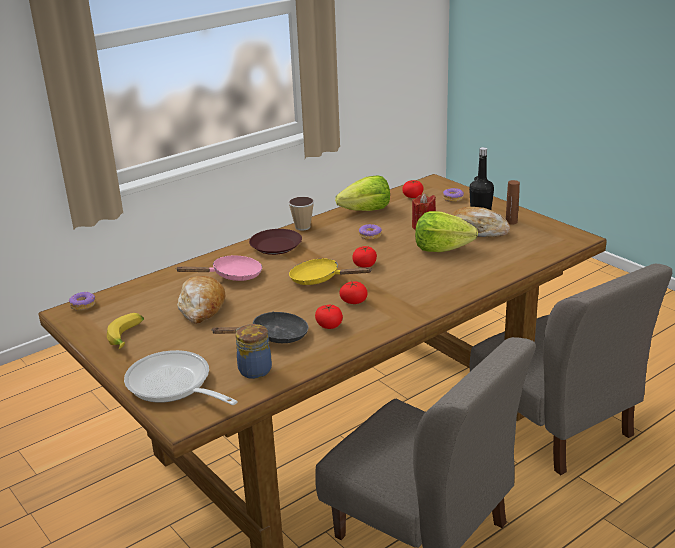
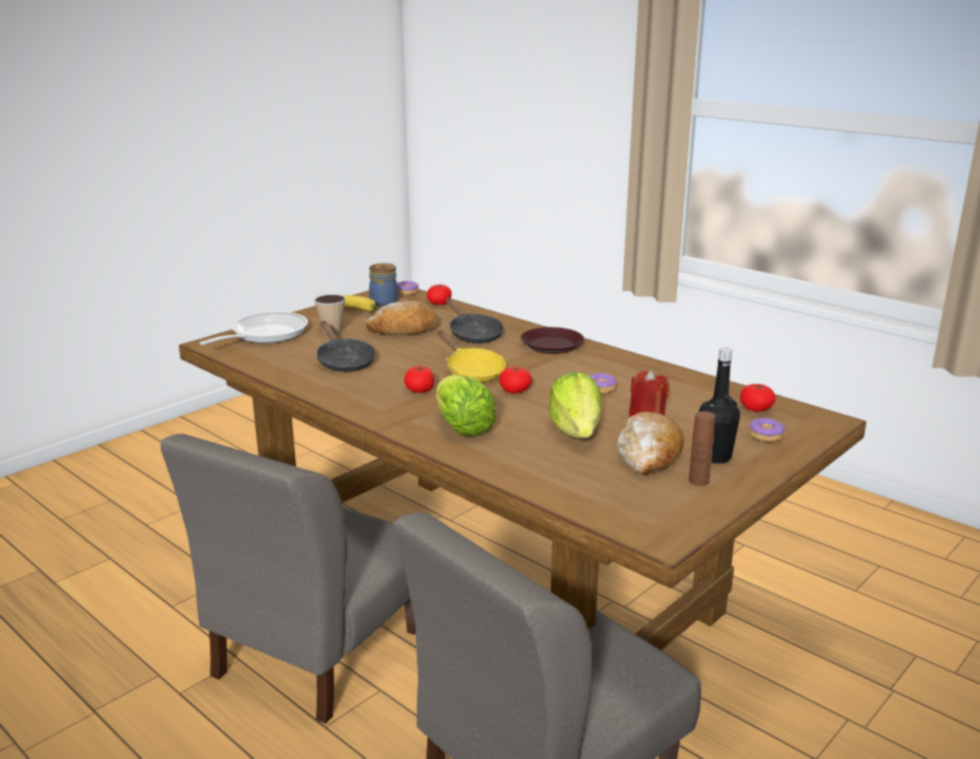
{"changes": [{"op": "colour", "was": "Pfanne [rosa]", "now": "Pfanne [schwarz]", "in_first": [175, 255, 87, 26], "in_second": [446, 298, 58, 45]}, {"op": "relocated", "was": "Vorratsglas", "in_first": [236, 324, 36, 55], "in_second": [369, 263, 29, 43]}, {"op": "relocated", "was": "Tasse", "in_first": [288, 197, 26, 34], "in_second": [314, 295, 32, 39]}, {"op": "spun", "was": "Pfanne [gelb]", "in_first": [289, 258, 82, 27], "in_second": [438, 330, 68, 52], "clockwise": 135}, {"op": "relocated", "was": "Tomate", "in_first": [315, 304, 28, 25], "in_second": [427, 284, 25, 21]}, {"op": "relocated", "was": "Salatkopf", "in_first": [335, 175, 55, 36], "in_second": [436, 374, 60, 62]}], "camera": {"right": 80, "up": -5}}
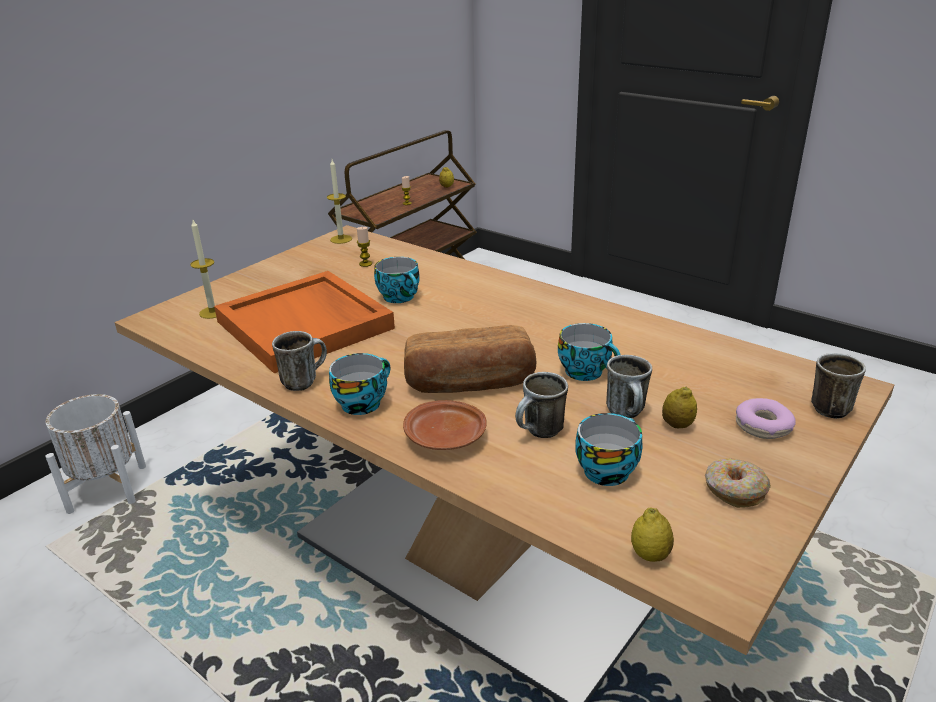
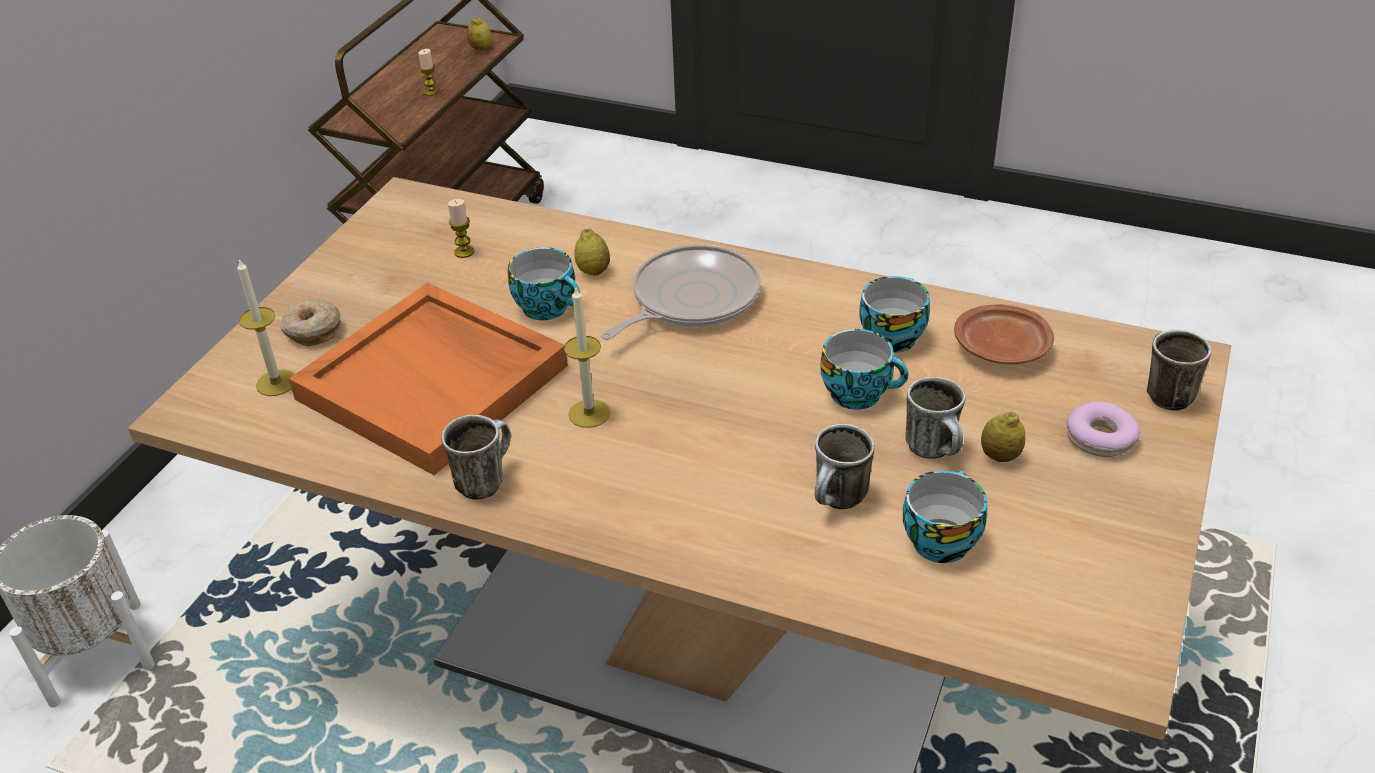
{"changes": [{"op": "relocated", "was": "Kerze", "in_first": [327, 160, 25, 84], "in_second": [564, 288, 47, 140]}, {"op": "relocated", "was": "Tasse", "in_first": [329, 353, 61, 62], "in_second": [860, 276, 70, 77]}, {"op": "relocated", "was": "Teller [braun]", "in_first": [403, 400, 84, 50], "in_second": [954, 304, 100, 60]}, {"op": "missing", "was": "Brot", "in_first": [404, 325, 132, 68]}, {"op": "relocated", "was": "Zitrone", "in_first": [631, 508, 43, 54], "in_second": [574, 229, 36, 46]}, {"op": "relocated", "was": "Donut", "in_first": [705, 458, 66, 50], "in_second": [281, 300, 60, 47]}, {"op": "appeared", "now": "Pfanne", "in_second": [601, 244, 160, 96]}], "camera": {"right": -15, "up": 10}}
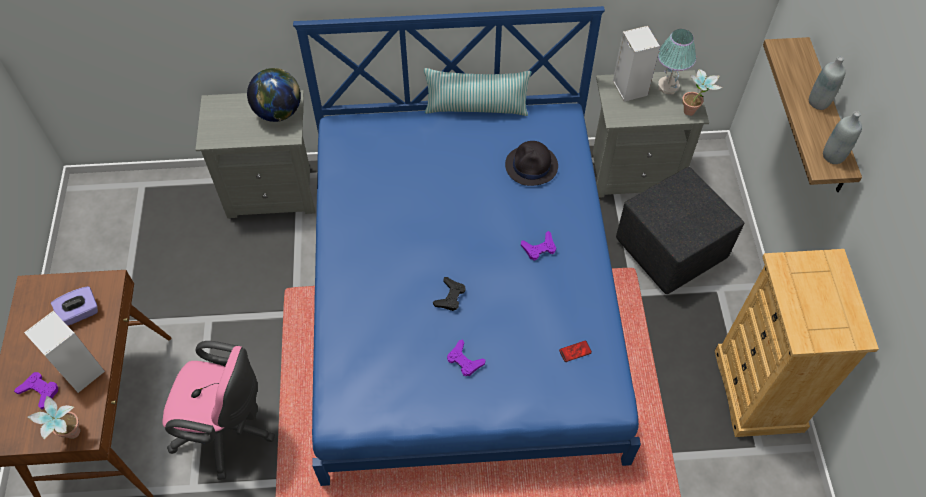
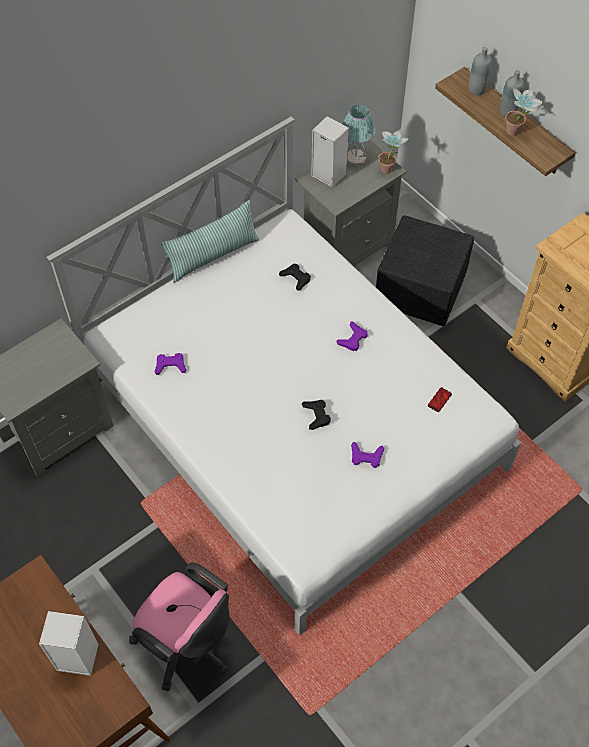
{"changes": [{"op": "relocated", "was": "Gamepad [lila]", "in_first": [14, 372, 44, 38], "in_second": [154, 353, 32, 22]}, {"op": "relocated", "was": "Topfpflanze", "in_first": [28, 395, 52, 45], "in_second": [505, 87, 39, 49]}, {"op": "missing", "was": "Taschentuchbox [lila]", "in_first": [51, 286, 47, 40]}, {"op": "spun", "was": "Bürostuhl [rosa]", "in_first": [162, 341, 113, 139], "in_second": [129, 562, 101, 129], "clockwise": 60}, {"op": "missing", "was": "Globus", "in_first": [247, 68, 54, 54]}, {"op": "colour", "was": "Bett [blau]", "now": "Bett [weiß]", "in_first": [293, 6, 348, 480], "in_second": [47, 116, 474, 520]}, {"op": "exchanged", "was": "Hut [schwarz]", "now": "Gamepad [schwarz]", "in_first": [505, 141, 53, 45], "in_second": [279, 264, 32, 27]}, {"op": "relocated", "was": "Flasche [grau]", "in_first": [823, 111, 39, 53], "in_second": [468, 47, 24, 48]}], "camera": {"right": -35, "up": 0}}
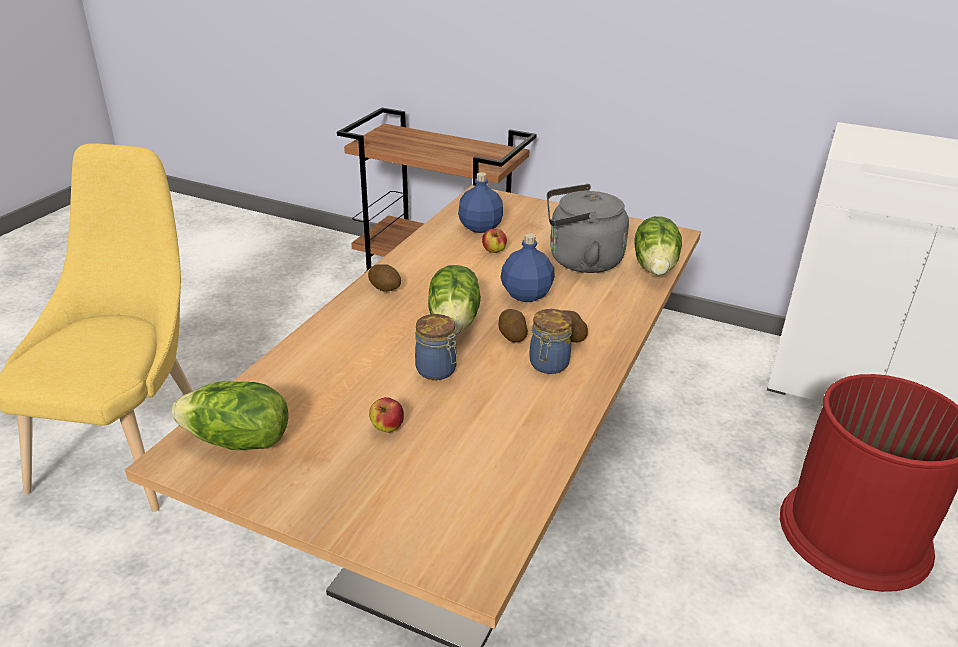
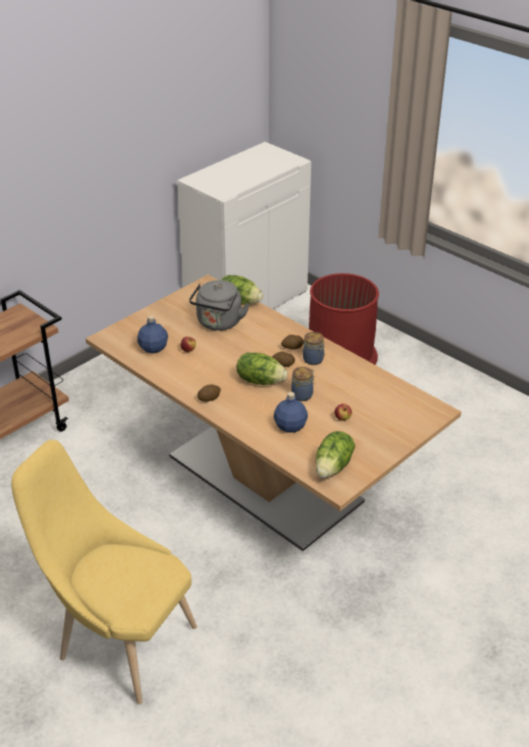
{"changes": [{"op": "relocated", "was": "Flasche [blau]", "in_first": [501, 233, 54, 69], "in_second": [274, 392, 34, 41]}], "camera": {"right": -70, "up": 5}}
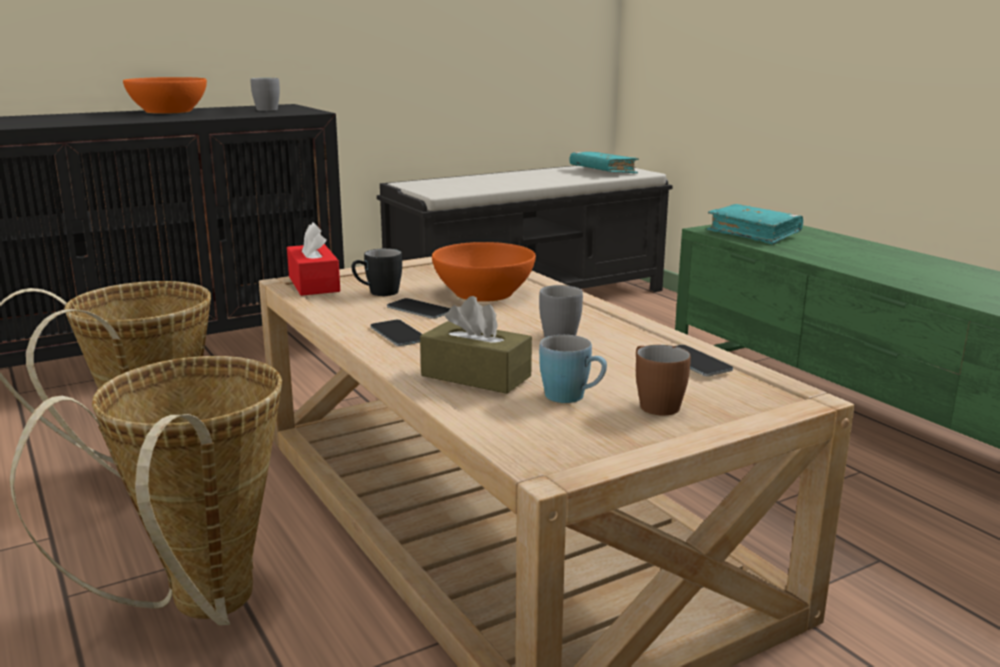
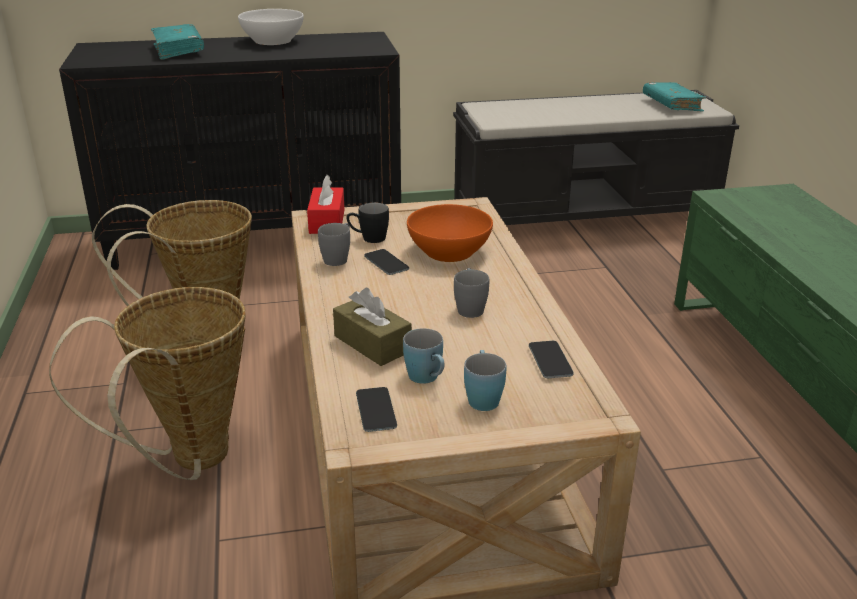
{"changes": [{"op": "colour", "was": "Schüssel [orange]", "now": "Schüssel [weiß]", "in_first": [123, 77, 84, 37], "in_second": [238, 9, 66, 36]}, {"op": "relocated", "was": "Henkelbecher [grau]", "in_first": [250, 78, 30, 33], "in_second": [318, 223, 32, 43]}, {"op": "relocated", "was": "Handy", "in_first": [370, 320, 52, 26], "in_second": [356, 387, 41, 45]}, {"op": "colour", "was": "Henkelbecher [braun]", "now": "Henkelbecher [blau]", "in_first": [636, 345, 55, 71], "in_second": [464, 350, 43, 61]}, {"op": "relocated", "was": "Buch [türkis]", "in_first": [707, 204, 96, 41], "in_second": [151, 24, 53, 36]}], "camera": {"right": 20, "up": 10}}
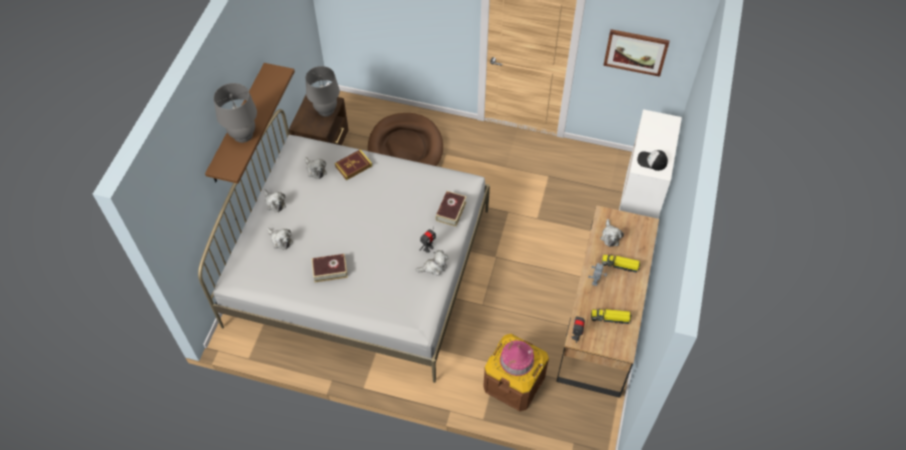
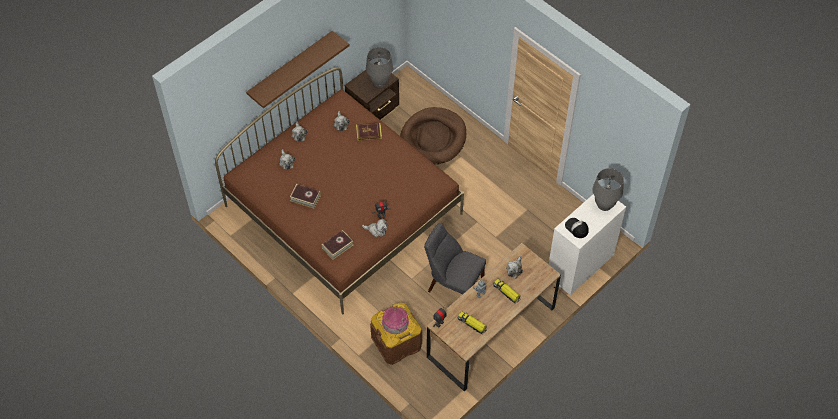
{"changes": [{"op": "colour", "was": "Bett [weiß]", "now": "Bett [braun]", "in_first": [198, 109, 292, 274], "in_second": [215, 68, 249, 247]}, {"op": "relocated", "was": "Tischlampe [grau]", "in_first": [214, 83, 43, 60], "in_second": [592, 168, 32, 43]}, {"op": "relocated", "was": "Buch", "in_first": [436, 191, 31, 36], "in_second": [322, 230, 32, 30]}, {"op": "missing", "was": "Bild", "in_first": [603, 29, 67, 48]}, {"op": "appeared", "now": "Stuhl [grau]", "in_second": [424, 223, 62, 71]}], "camera": {"right": 30, "up": 0}}
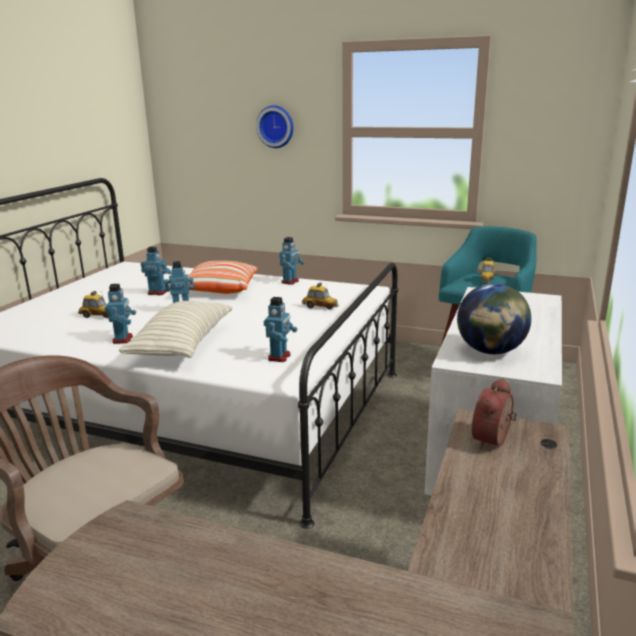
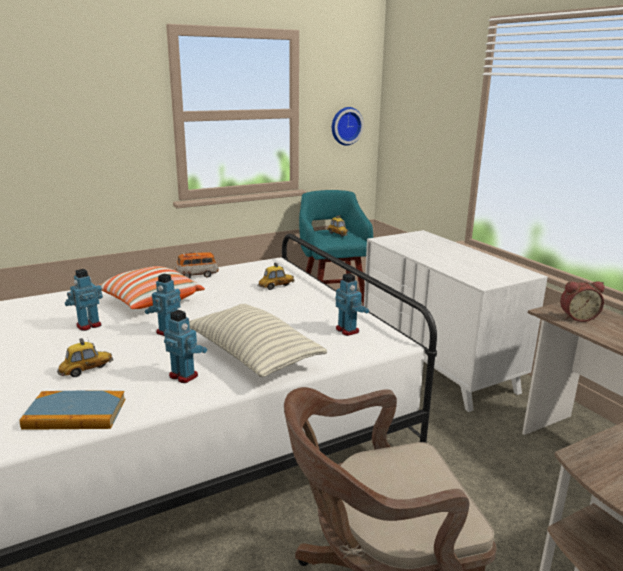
{"changes": [{"op": "relocated", "was": "Wanduhr", "in_first": [256, 105, 38, 43], "in_second": [332, 107, 32, 38]}, {"op": "exchanged", "was": "Spielzeugroboter", "now": "Spielzeugauto", "in_first": [279, 237, 26, 48], "in_second": [175, 252, 44, 27]}, {"op": "missing", "was": "Globus", "in_first": [457, 283, 74, 71]}, {"op": "spun", "was": "Wecker", "in_first": [472, 378, 45, 71], "in_second": [560, 281, 44, 41], "clockwise": -75}, {"op": "appeared", "now": "Buch", "in_second": [20, 390, 105, 40]}], "camera": {"right": -50, "up": 0}}
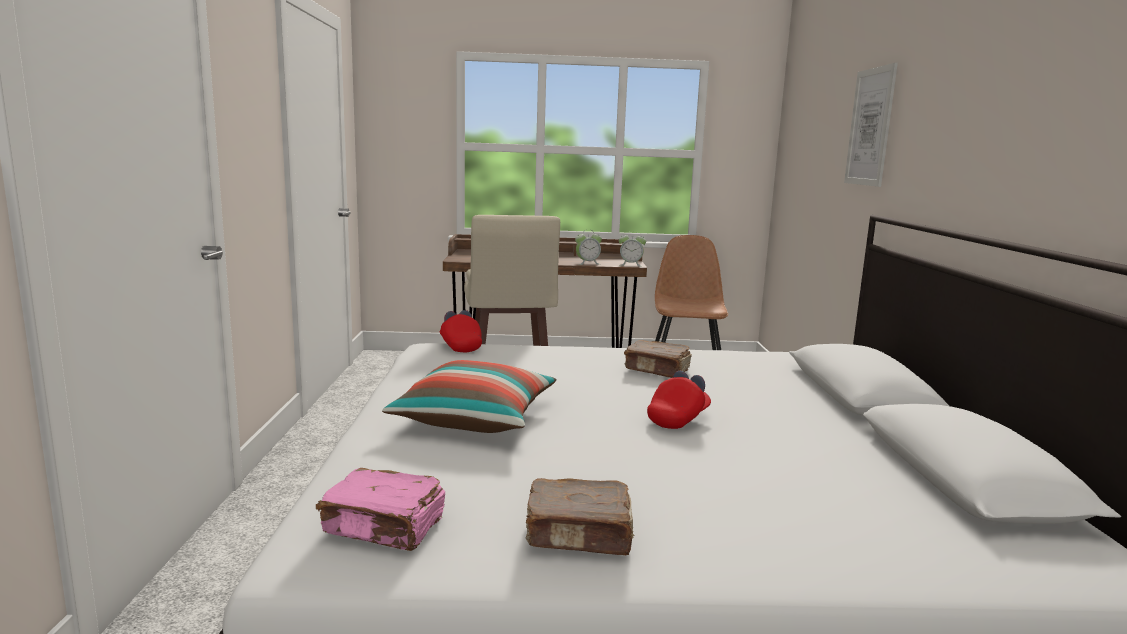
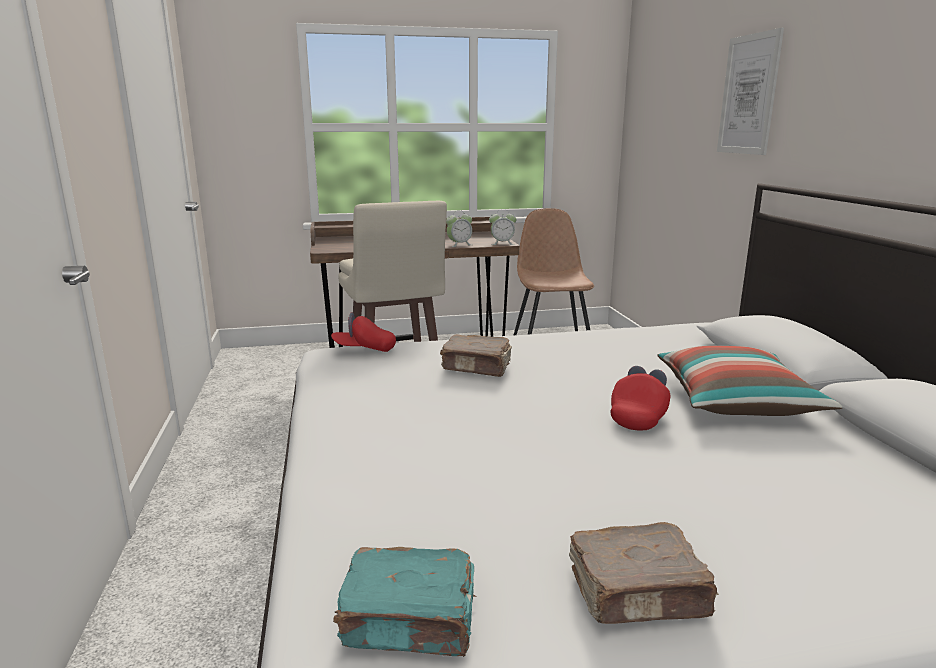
{"changes": [{"op": "colour", "was": "Buch [rosa]", "now": "Buch [türkis]", "in_first": [316, 468, 129, 83], "in_second": [333, 547, 143, 110]}, {"op": "relocated", "was": "Kissen", "in_first": [382, 360, 174, 73], "in_second": [657, 346, 186, 70]}, {"op": "spun", "was": "Kappe [rot]", "in_first": [440, 310, 42, 42], "in_second": [331, 312, 65, 40], "clockwise": -60}, {"op": "relocated", "was": "Buch [braun]", "in_first": [624, 340, 68, 38], "in_second": [440, 335, 72, 42]}], "camera": {"right": -10, "up": 5}}
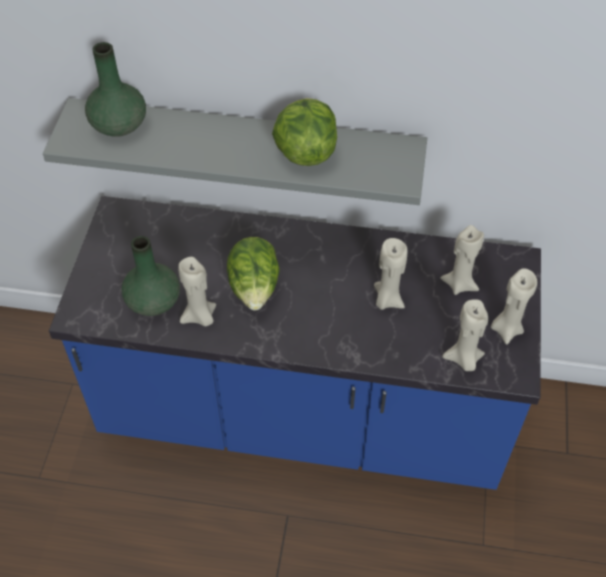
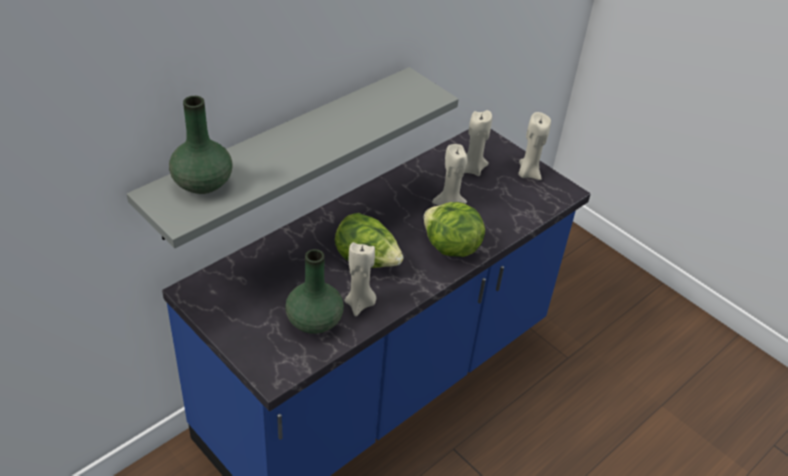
{"changes": [{"op": "relocated", "was": "Salatkopf", "in_first": [272, 98, 65, 68], "in_second": [423, 202, 62, 55]}, {"op": "missing", "was": "Kerze [beige]", "in_first": [443, 299, 45, 72]}], "camera": {"right": -55, "up": -10}}
